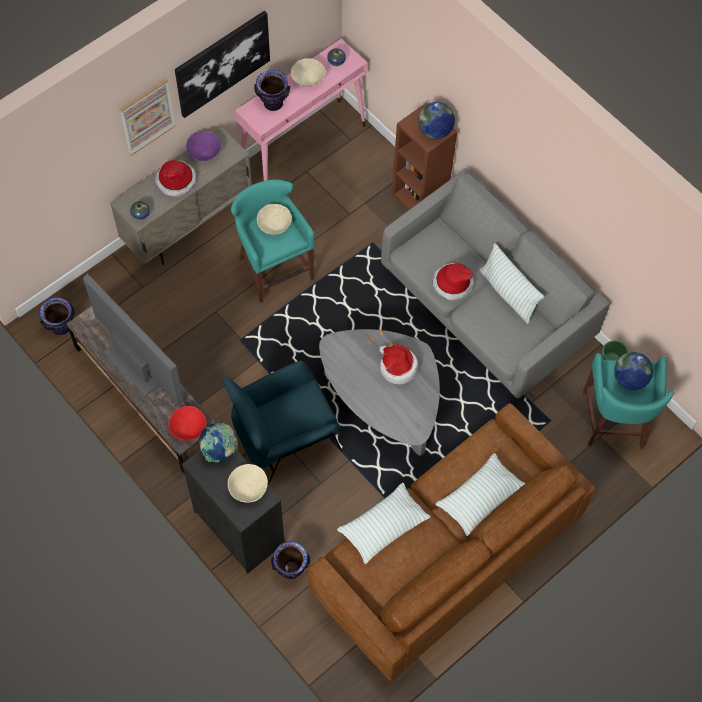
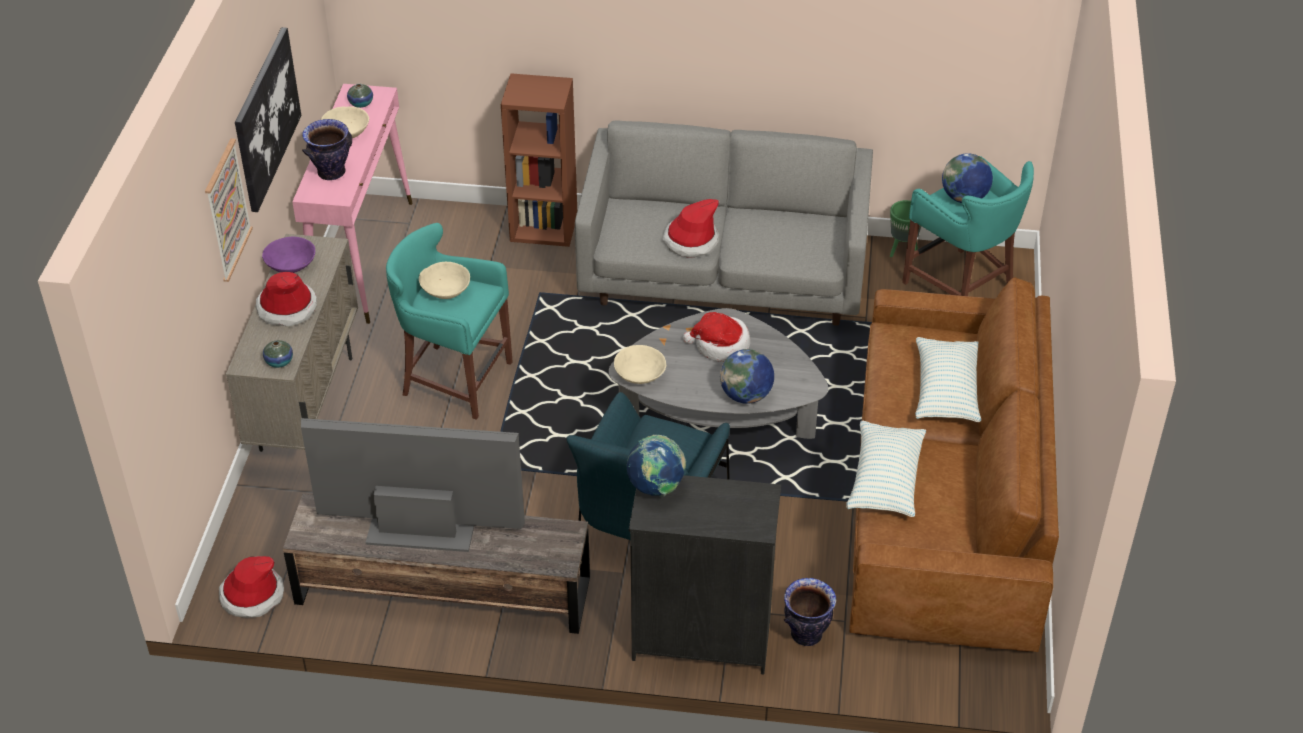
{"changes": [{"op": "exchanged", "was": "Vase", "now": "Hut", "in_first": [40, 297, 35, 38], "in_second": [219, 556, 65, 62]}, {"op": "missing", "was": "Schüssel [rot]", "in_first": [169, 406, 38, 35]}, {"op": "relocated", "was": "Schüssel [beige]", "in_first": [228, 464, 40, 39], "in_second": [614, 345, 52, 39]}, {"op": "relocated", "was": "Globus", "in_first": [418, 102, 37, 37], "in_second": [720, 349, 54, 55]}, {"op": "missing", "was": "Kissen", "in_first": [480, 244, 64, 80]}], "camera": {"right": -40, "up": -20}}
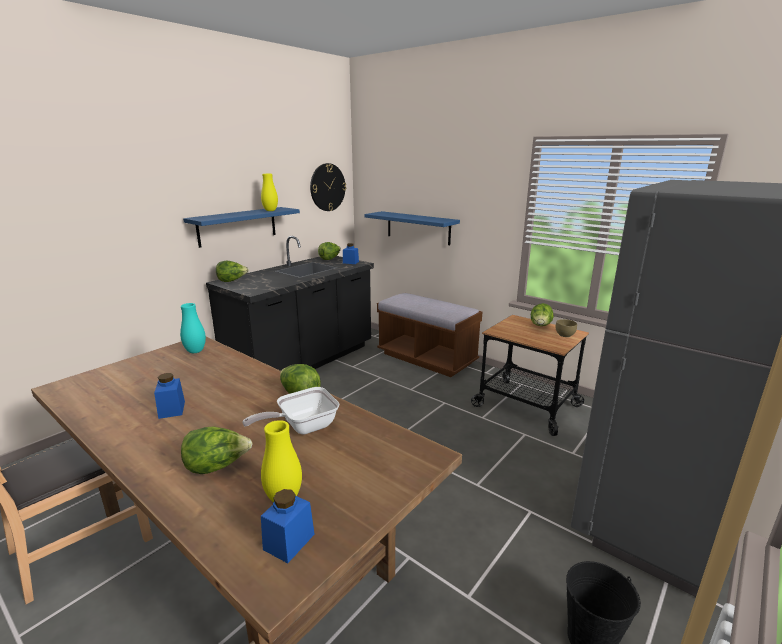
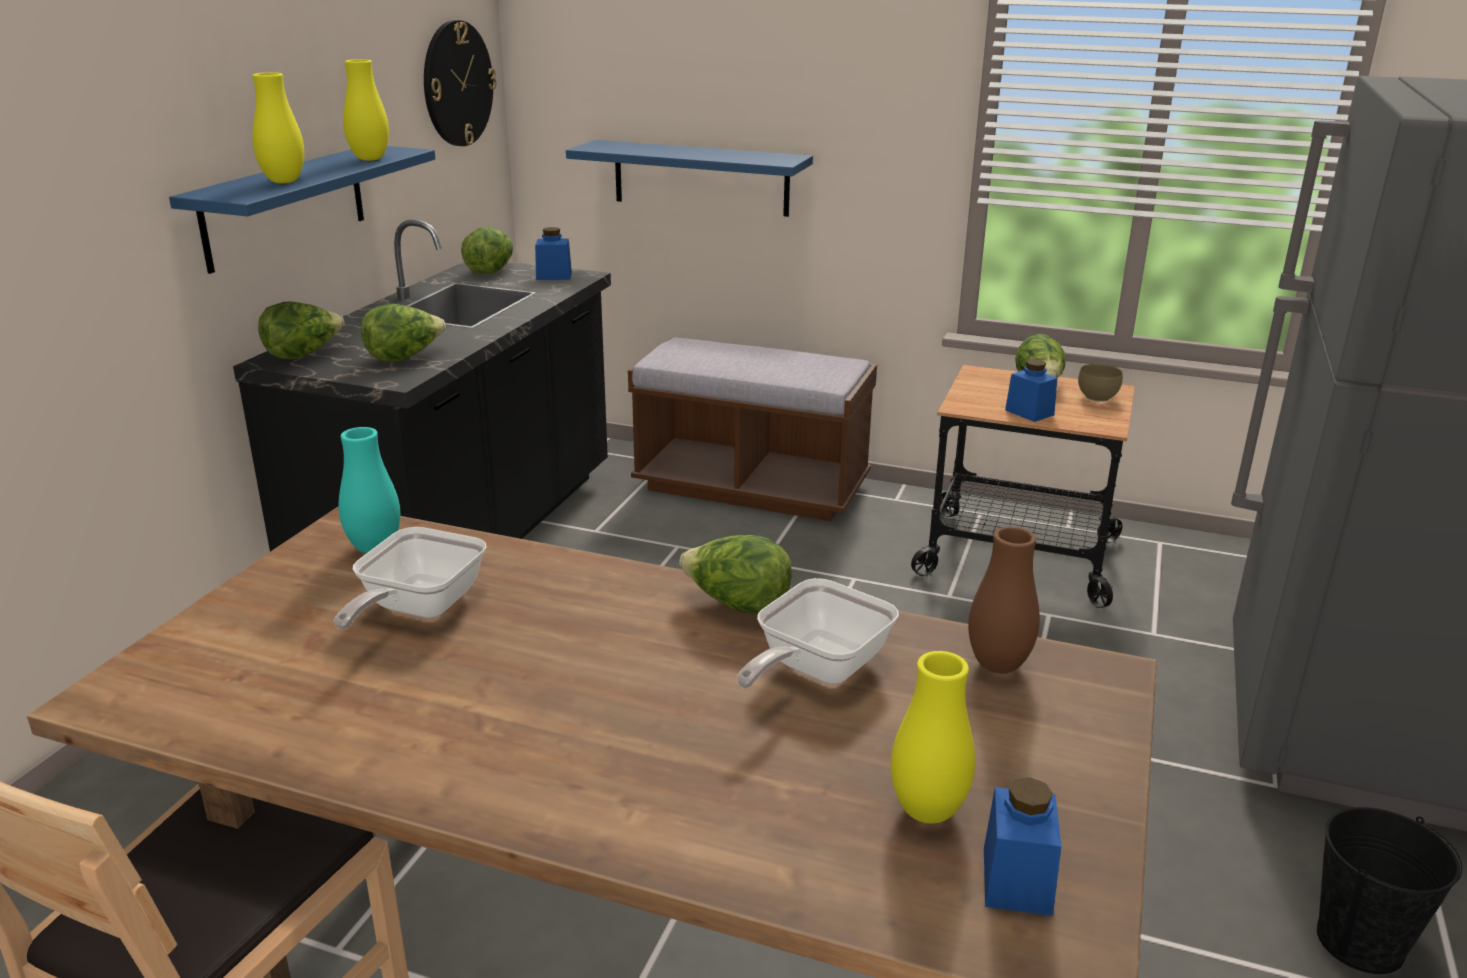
{"changes": [{"op": "relocated", "was": "Vorratsglas [blau]", "in_first": [154, 373, 31, 46], "in_second": [1005, 359, 52, 63]}, {"op": "relocated", "was": "Salatkopf", "in_first": [181, 426, 72, 48], "in_second": [361, 304, 85, 58]}, {"op": "appeared", "now": "Vase [gelb]", "in_second": [252, 72, 52, 111]}, {"op": "appeared", "now": "Pfanne", "in_second": [334, 527, 152, 103]}, {"op": "appeared", "now": "Vase [braun]", "in_second": [968, 527, 72, 146]}], "camera": {"right": -20, "up": 5}}
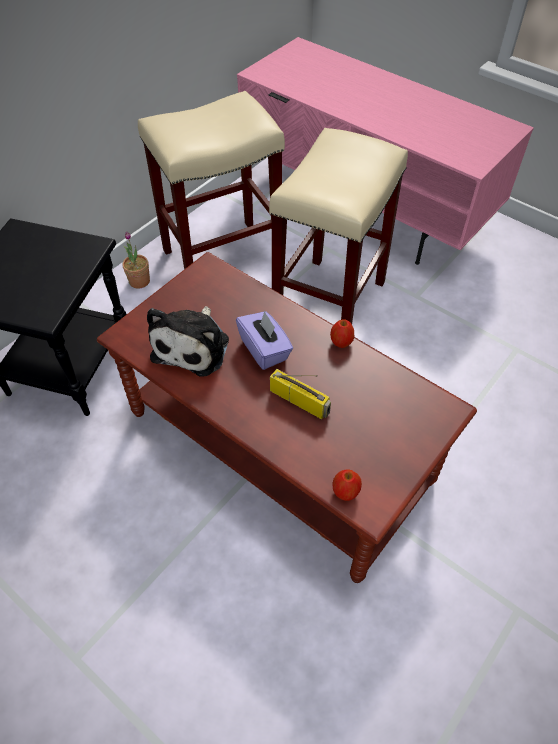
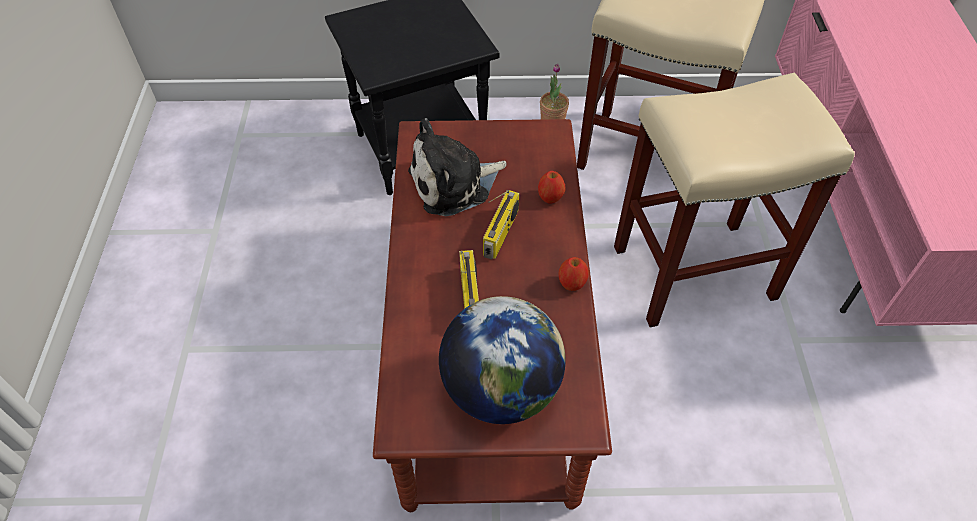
{"changes": [{"op": "exchanged", "was": "Taschentuchbox [lila]", "now": "Radio", "in_first": [236, 311, 57, 59], "in_second": [483, 190, 36, 69]}, {"op": "relocated", "was": "Apfel", "in_first": [333, 469, 29, 32], "in_second": [538, 171, 28, 33]}, {"op": "appeared", "now": "Globus", "in_second": [439, 296, 127, 128]}], "camera": {"right": 50, "up": 0}}
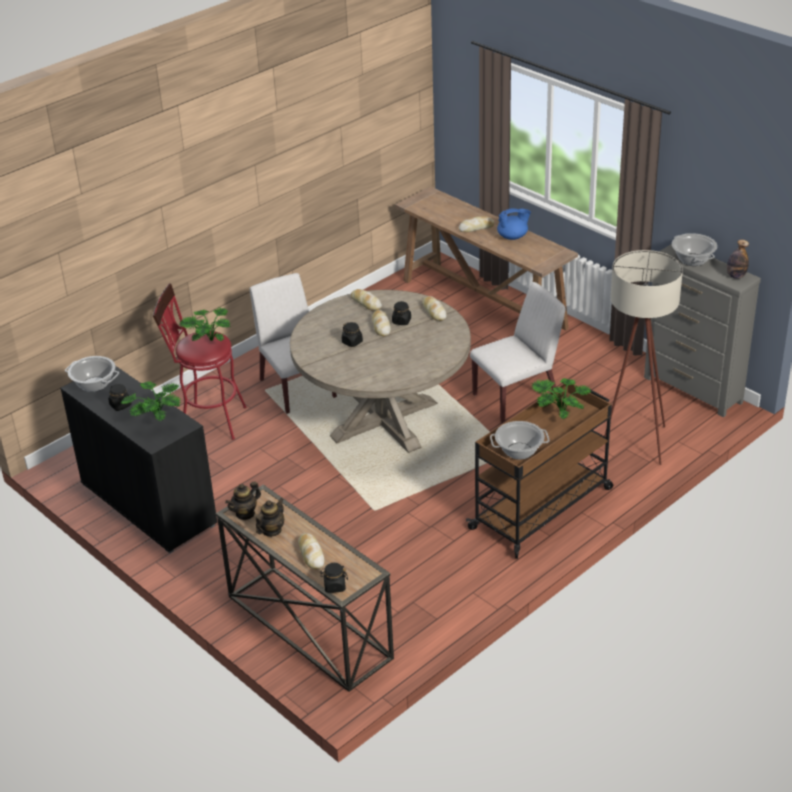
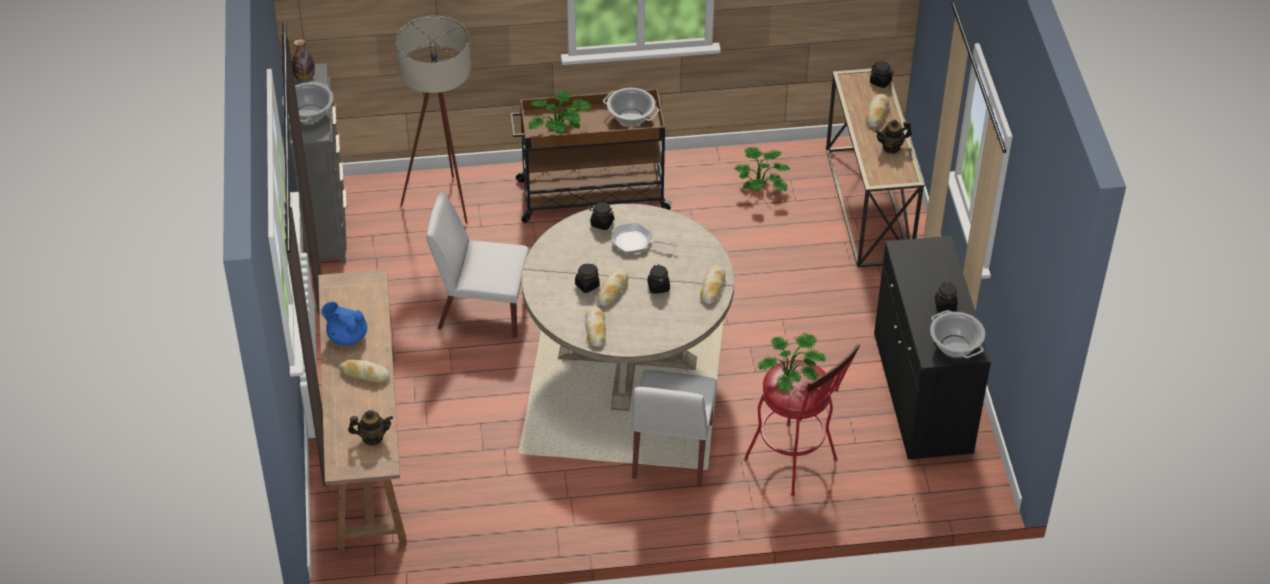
{"changes": [{"op": "relocated", "was": "Topfpflanze", "in_first": [120, 381, 61, 40], "in_second": [734, 146, 56, 46]}, {"op": "relocated", "was": "Teekanne", "in_first": [225, 481, 36, 39], "in_second": [348, 410, 45, 35]}, {"op": "relocated", "was": "Brot", "in_first": [422, 296, 25, 25], "in_second": [700, 265, 25, 39]}, {"op": "appeared", "now": "Vorratsglas [schwarz]", "in_second": [589, 202, 25, 28]}, {"op": "appeared", "now": "Pfanne", "in_second": [611, 223, 67, 31]}], "camera": {"right": -145, "up": 10}}
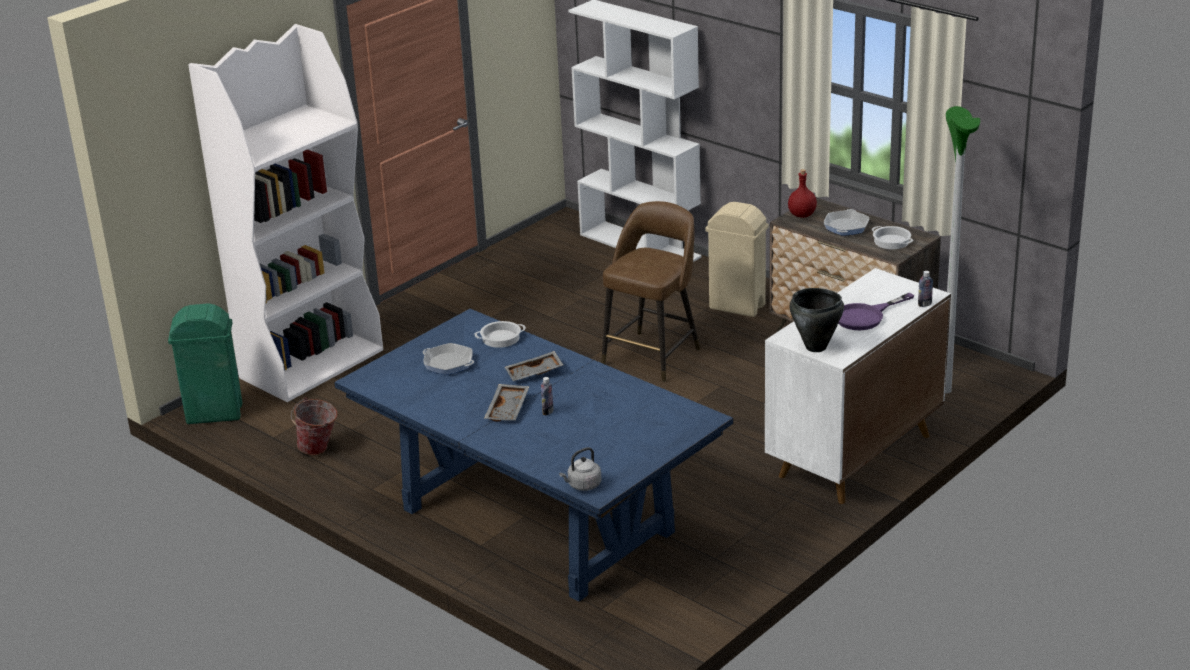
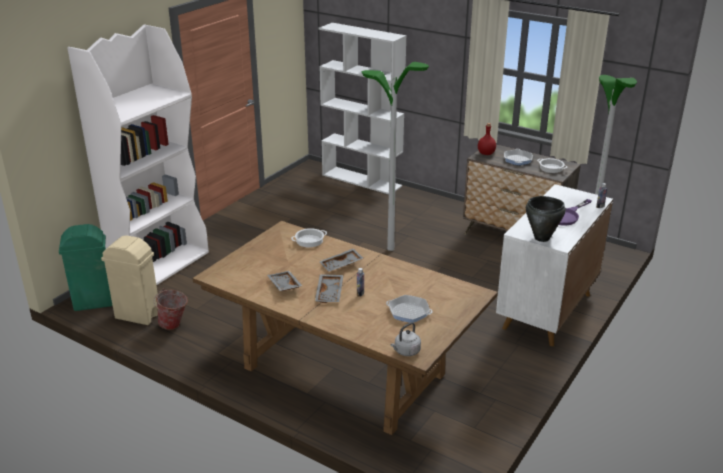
{"changes": [{"op": "colour", "was": "Esstisch [blau]", "now": "Esstisch [braun]", "in_first": [334, 309, 399, 293], "in_second": [193, 221, 305, 214]}, {"op": "relocated", "was": "Pfanne", "in_first": [423, 343, 51, 32], "in_second": [386, 295, 47, 28]}, {"op": "exchanged", "was": "Hocker [braun]", "now": "Stehlampe", "in_first": [601, 201, 99, 181], "in_second": [362, 62, 67, 189]}, {"op": "relocated", "was": "Mülleimer [beige]", "in_first": [705, 202, 64, 115], "in_second": [101, 235, 57, 90]}, {"op": "appeared", "now": "Tablett [grau]", "in_second": [267, 271, 36, 20]}], "camera": {"right": -10, "up": 0}}
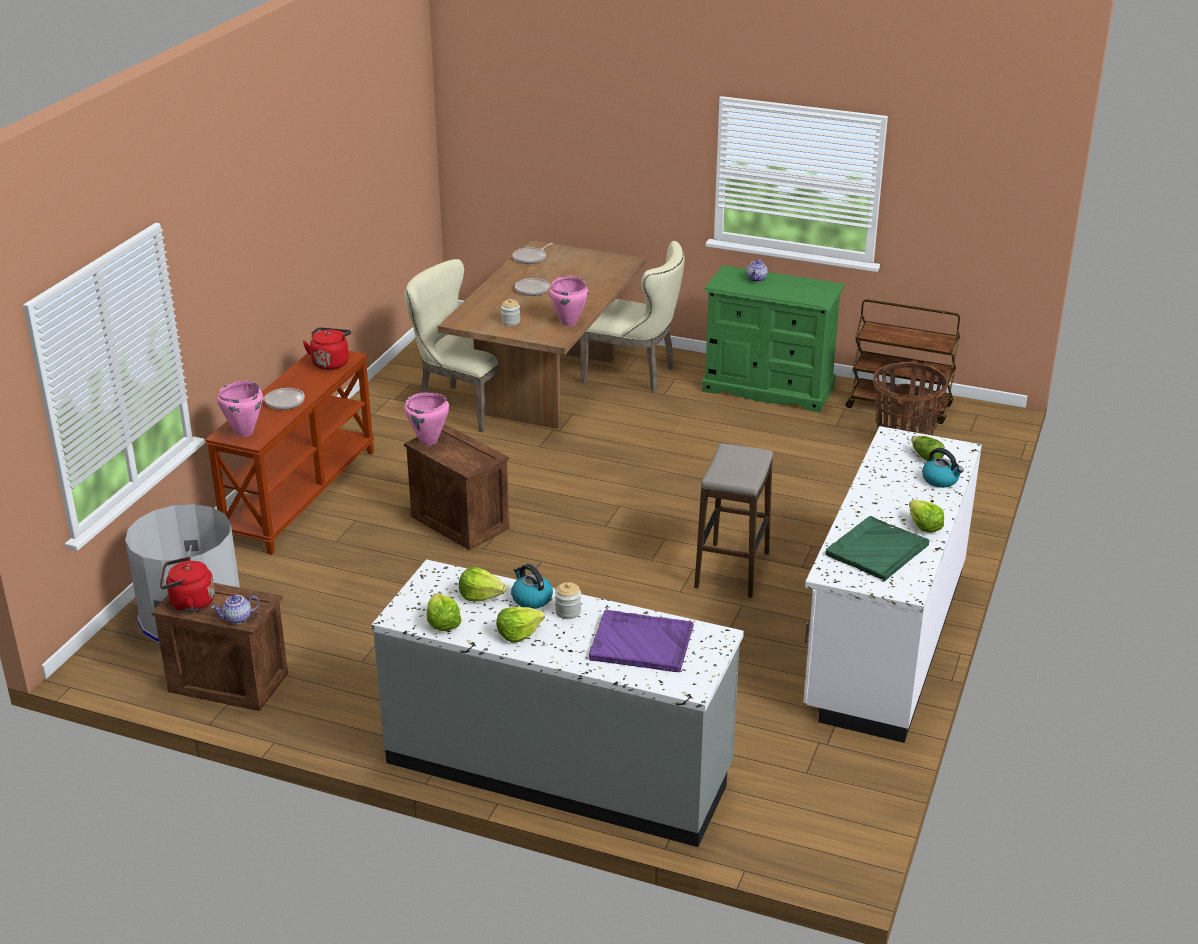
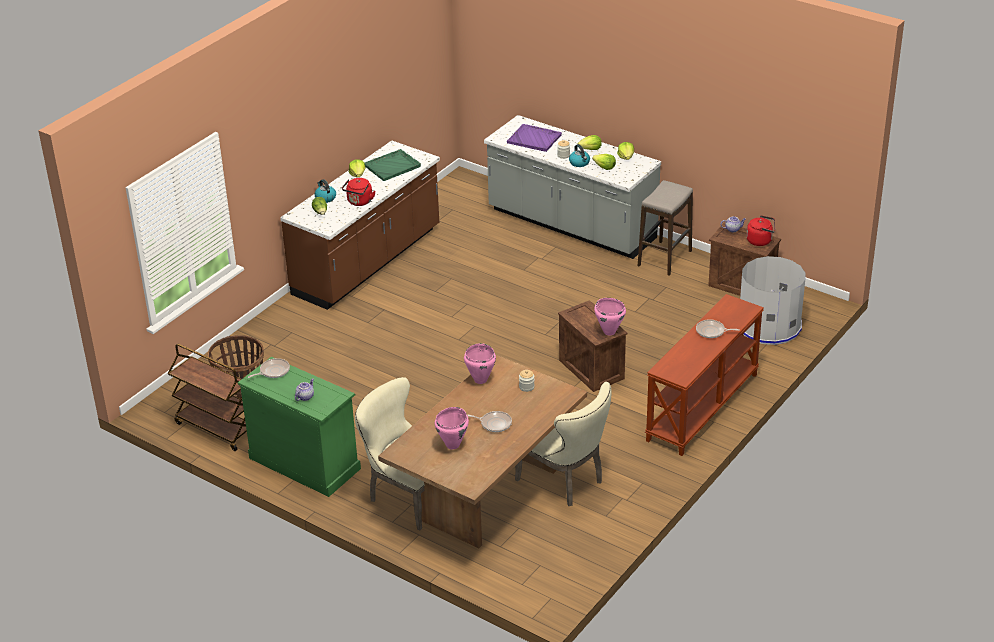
{"changes": [{"op": "relocated", "was": "Kochtopf [rosa]", "in_first": [217, 381, 46, 56], "in_second": [435, 407, 34, 42]}, {"op": "relocated", "was": "Wasserkessel [rot]", "in_first": [303, 327, 48, 43], "in_second": [342, 178, 33, 28]}, {"op": "relocated", "was": "Pfanne", "in_first": [513, 243, 40, 21], "in_second": [248, 358, 42, 20]}, {"op": "relocated", "was": "Hocker", "in_first": [694, 443, 79, 155], "in_second": [638, 180, 55, 96]}, {"op": "colour", "was": "Küchenzeile [weiß]", "now": "Küchenzeile [braun]", "in_first": [803, 426, 179, 317], "in_second": [280, 141, 160, 169]}], "camera": {"right": -165, "up": 5}}
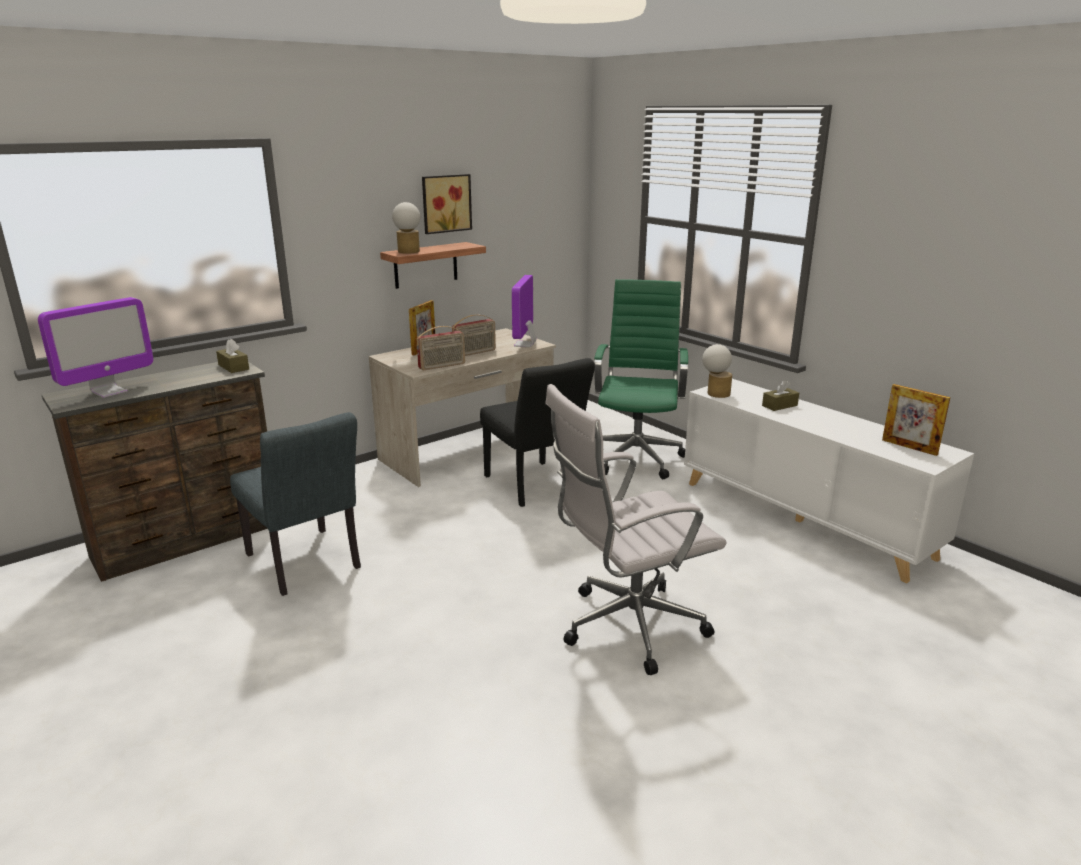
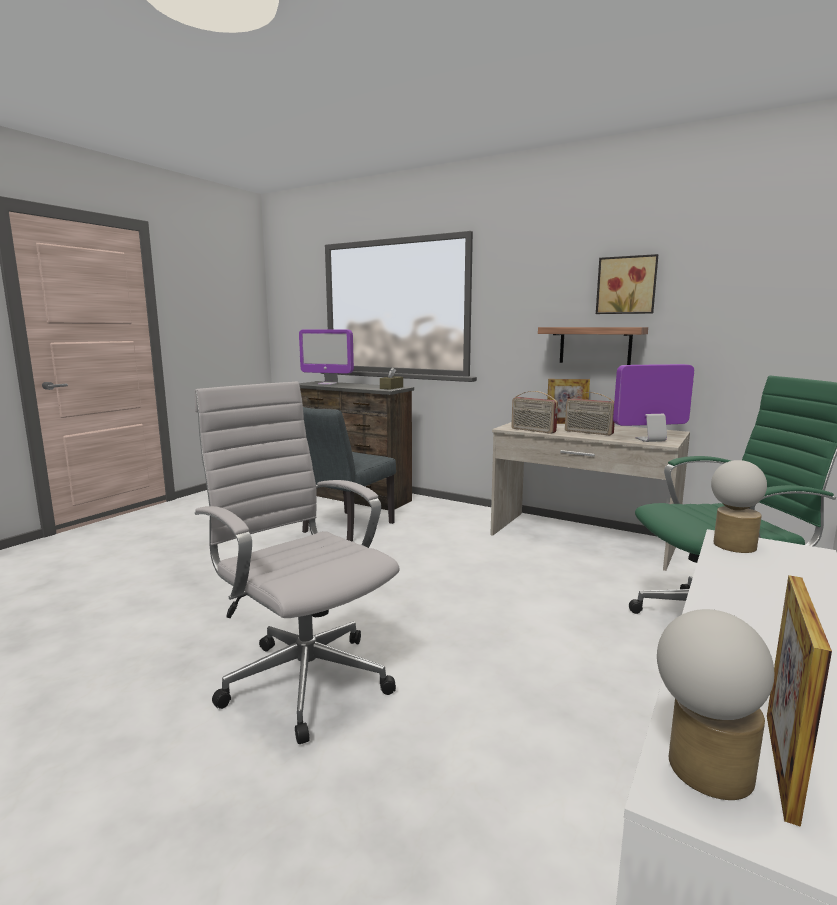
{"changes": [{"op": "relocated", "was": "Tischlampe", "in_first": [392, 202, 28, 52], "in_second": [657, 609, 117, 191]}, {"op": "missing", "was": "Stuhl [schwarz]", "in_first": [480, 358, 115, 149]}, {"op": "missing", "was": "Taschentuchbox [braun]", "in_first": [762, 380, 37, 31]}], "camera": {"right": 70, "up": -10}}
